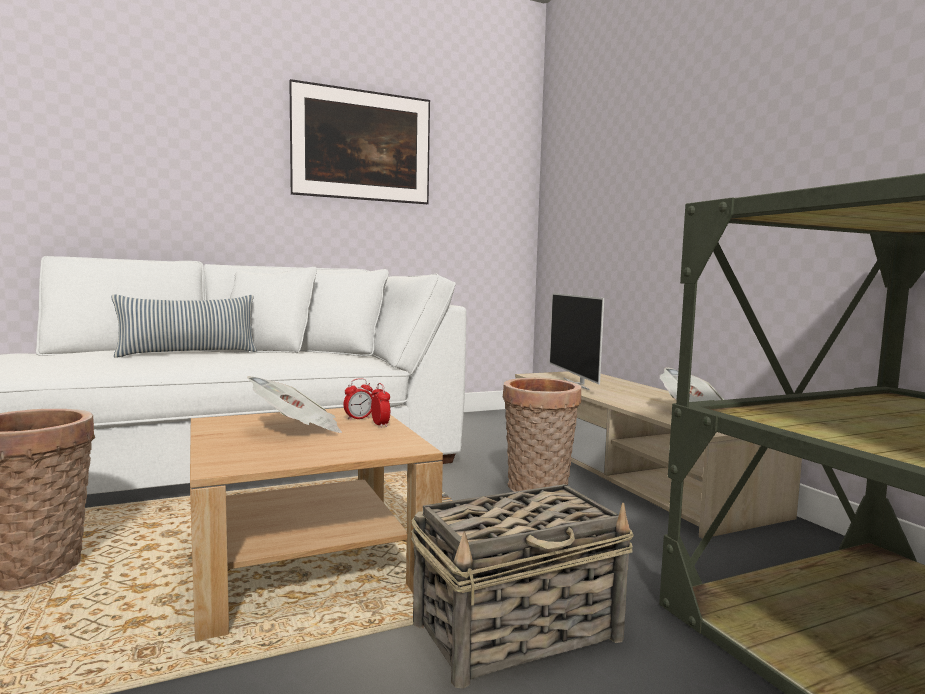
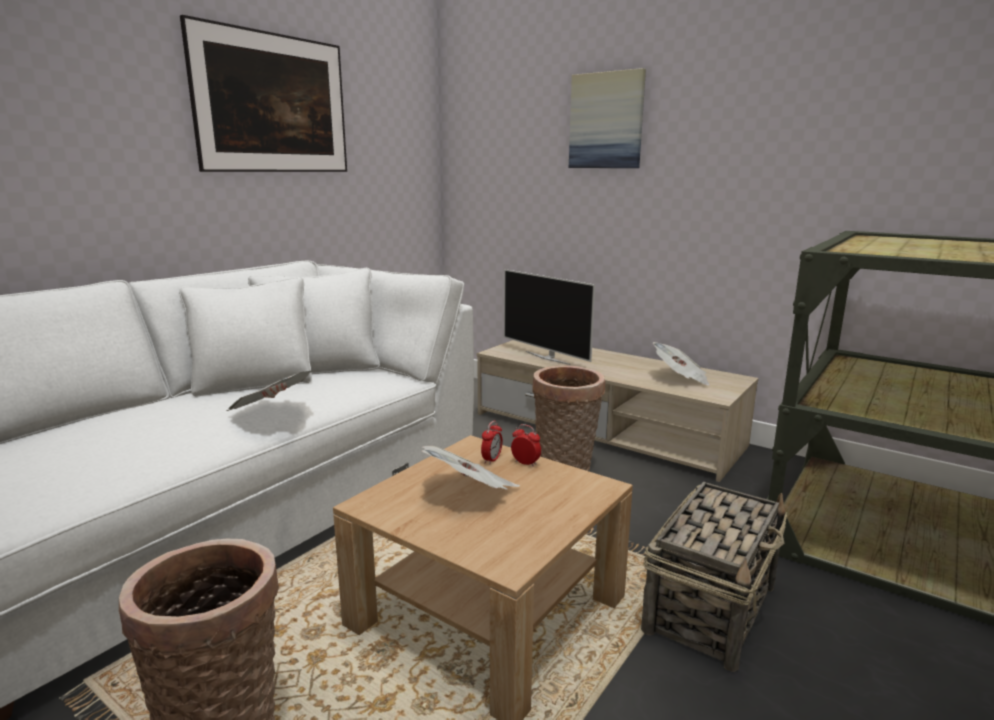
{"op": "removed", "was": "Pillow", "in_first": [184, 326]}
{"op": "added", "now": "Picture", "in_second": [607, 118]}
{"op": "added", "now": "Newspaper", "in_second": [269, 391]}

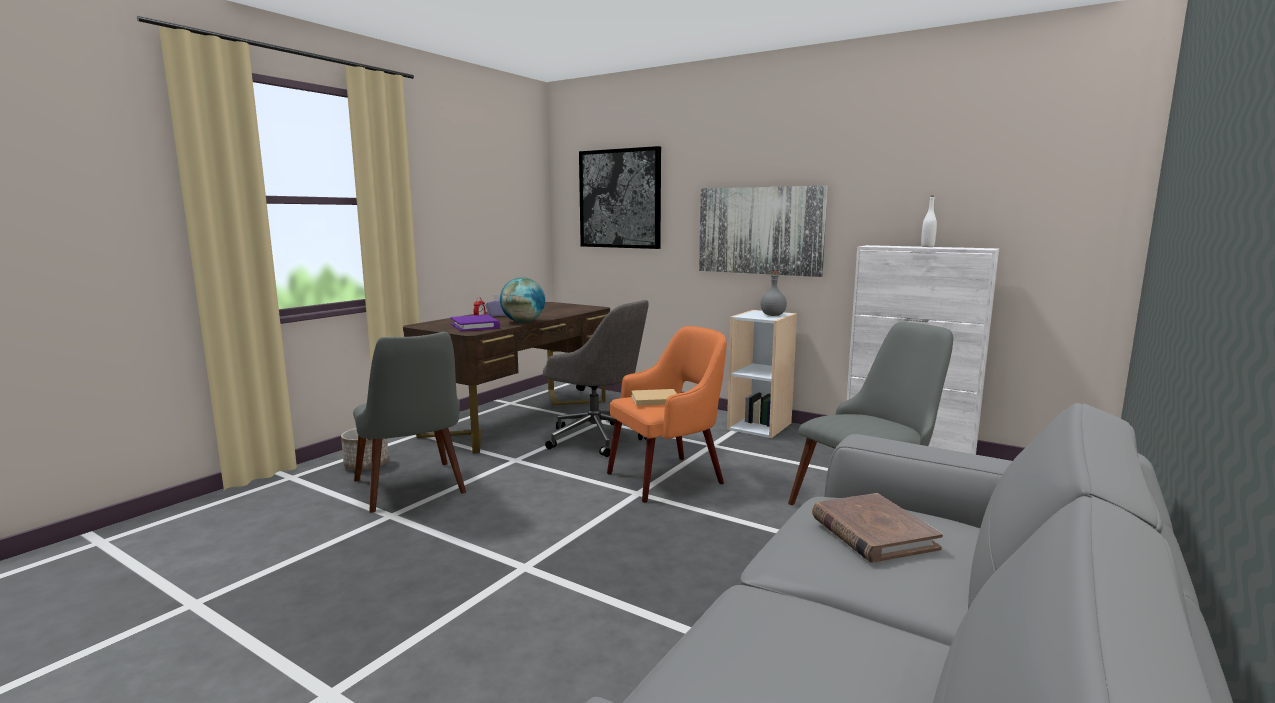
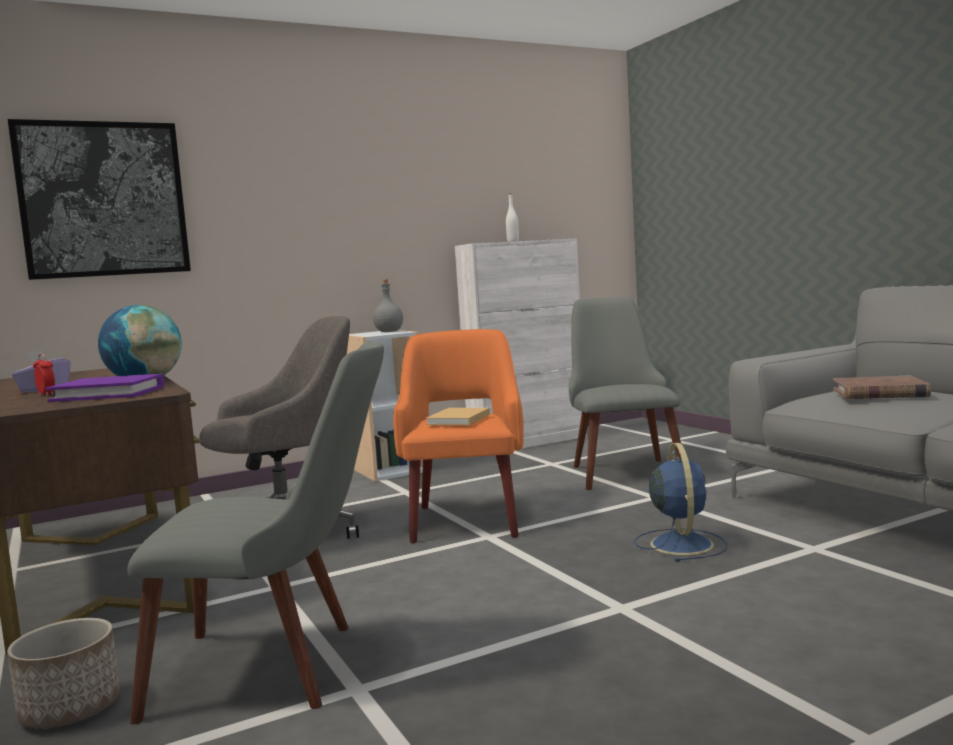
{"op": "removed", "was": "Picture", "in_first": [763, 231]}
{"op": "added", "now": "BlueFan", "in_second": [680, 502]}

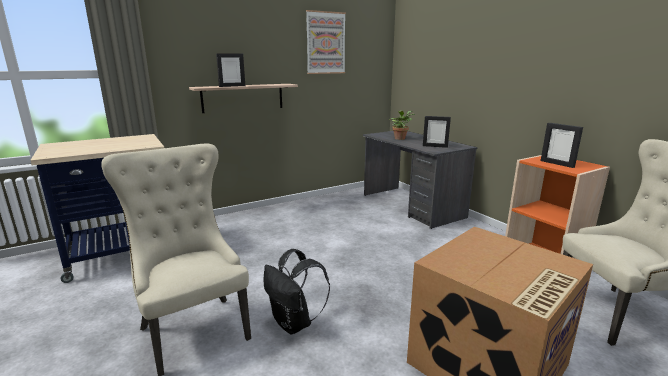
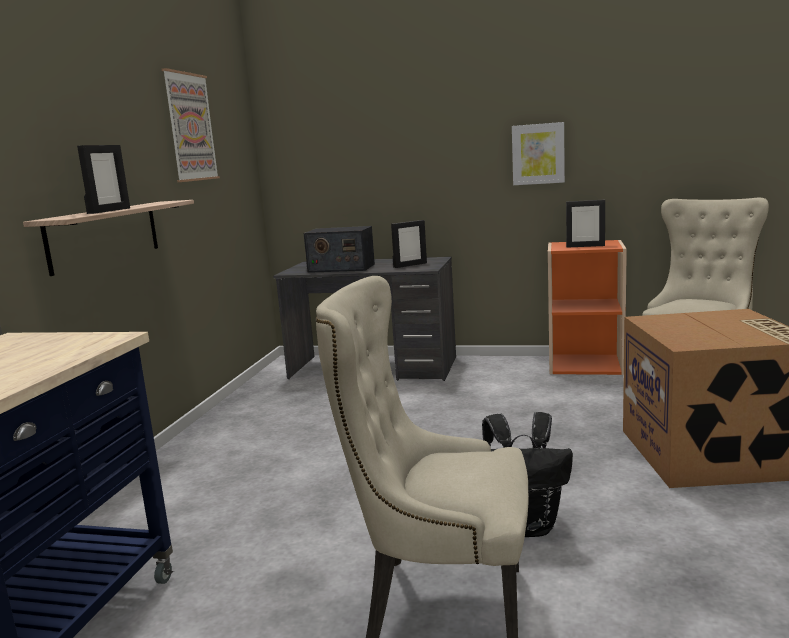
{"op": "replaced", "was": "PottedPlant", "now": "Radio", "in_first": [402, 125], "in_second": [339, 249]}
{"op": "added", "now": "Picture", "in_second": [538, 153]}

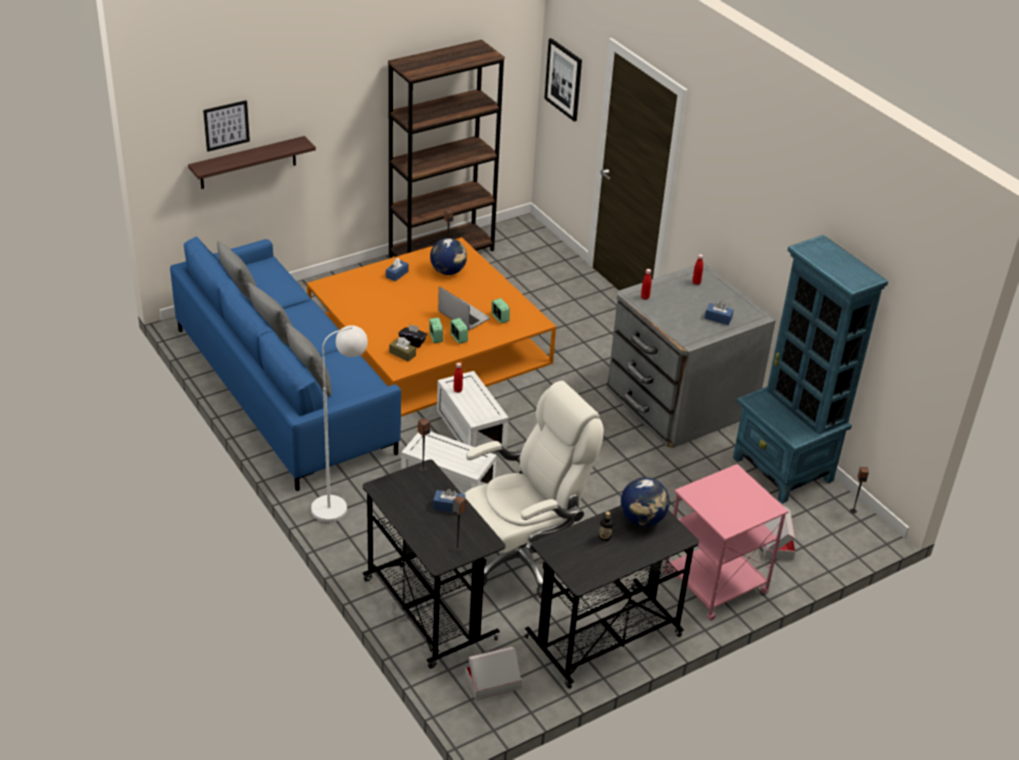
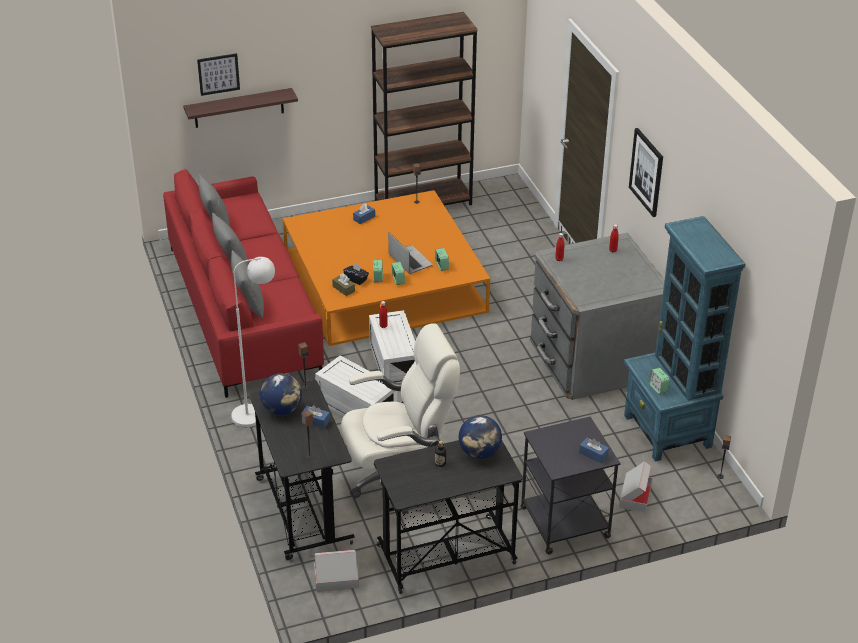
{"op": "moved", "was": "Picture", "in_first": [563, 80], "in_second": [646, 172]}
{"op": "recoloured", "was": "BlueSofa", "now": "RedSofa", "in_first": [285, 363], "in_second": [243, 283]}
{"op": "moved", "was": "Globe", "in_first": [448, 256], "in_second": [281, 394]}
{"op": "moved", "was": "BlueTissueBox", "in_first": [719, 313], "in_second": [594, 450]}
{"op": "recoloured", "was": "PinkCart", "now": "BlackCart", "in_first": [726, 542], "in_second": [570, 486]}
{"op": "added", "now": "AlarmClock", "in_second": [659, 381]}

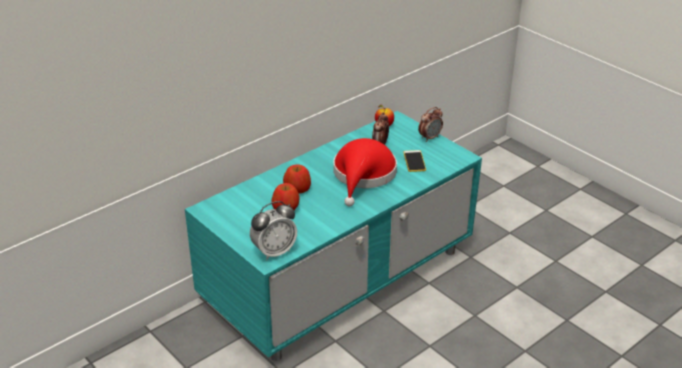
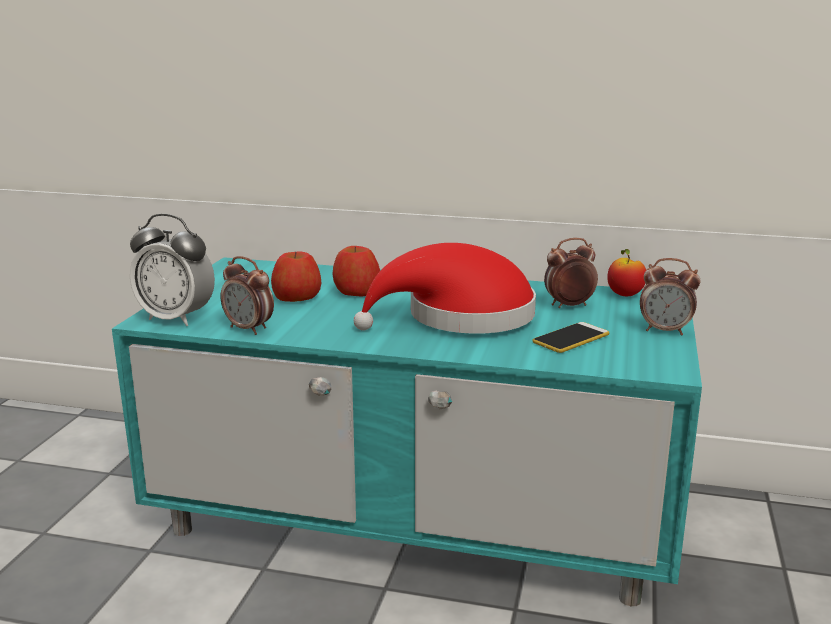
{"op": "added", "now": "AlarmClock", "in_second": [247, 295]}

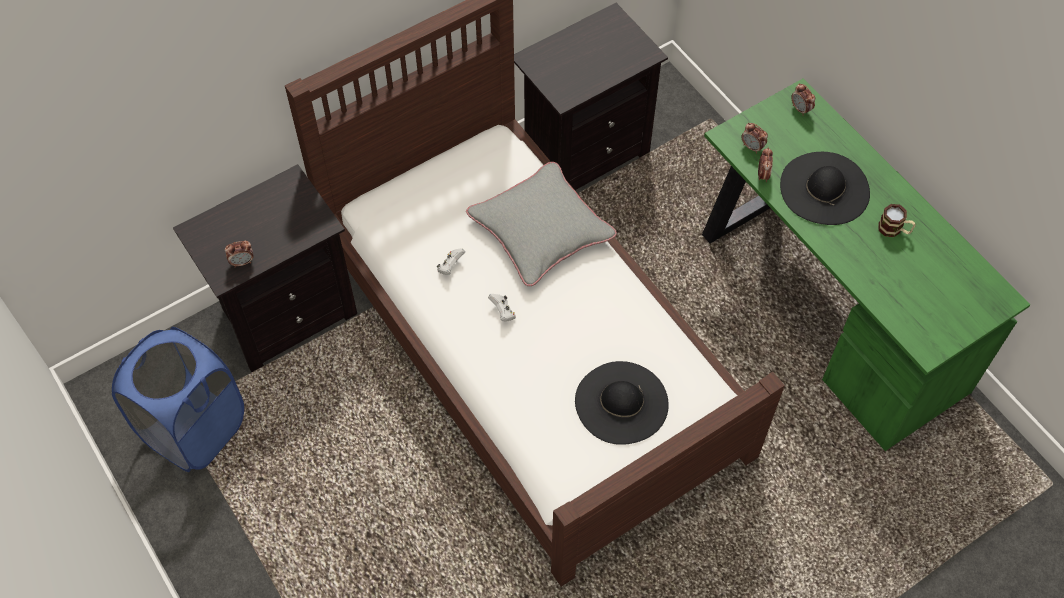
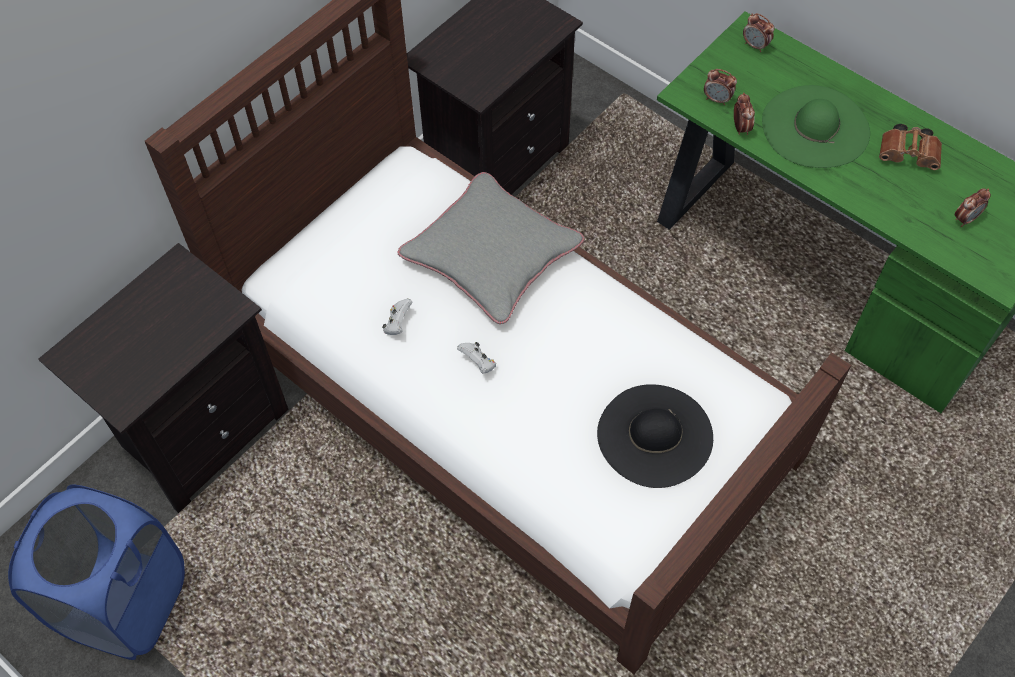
{"op": "recoloured", "was": "BlackHat", "now": "GreenHat", "in_first": [825, 188], "in_second": [816, 126]}
{"op": "replaced", "was": "Mug", "now": "BrownBinoculars", "in_first": [896, 220], "in_second": [910, 147]}
{"op": "moved", "was": "AlarmClock", "in_first": [239, 254], "in_second": [973, 208]}

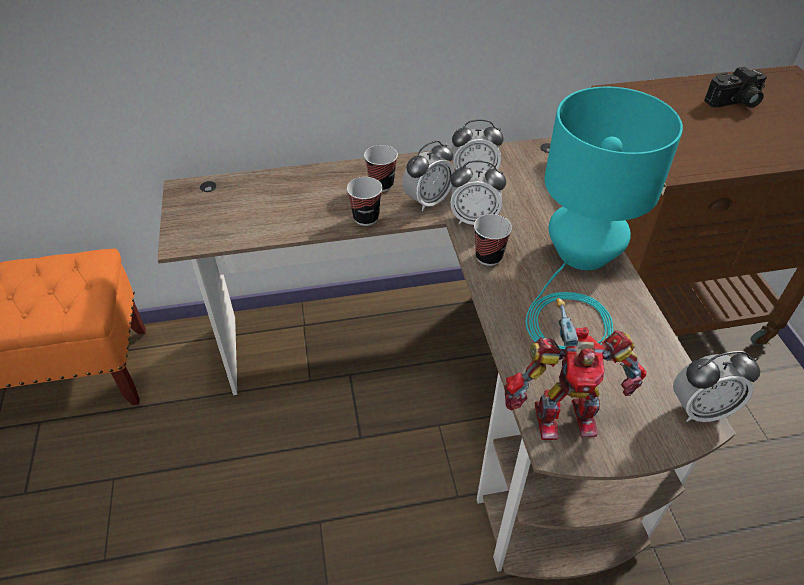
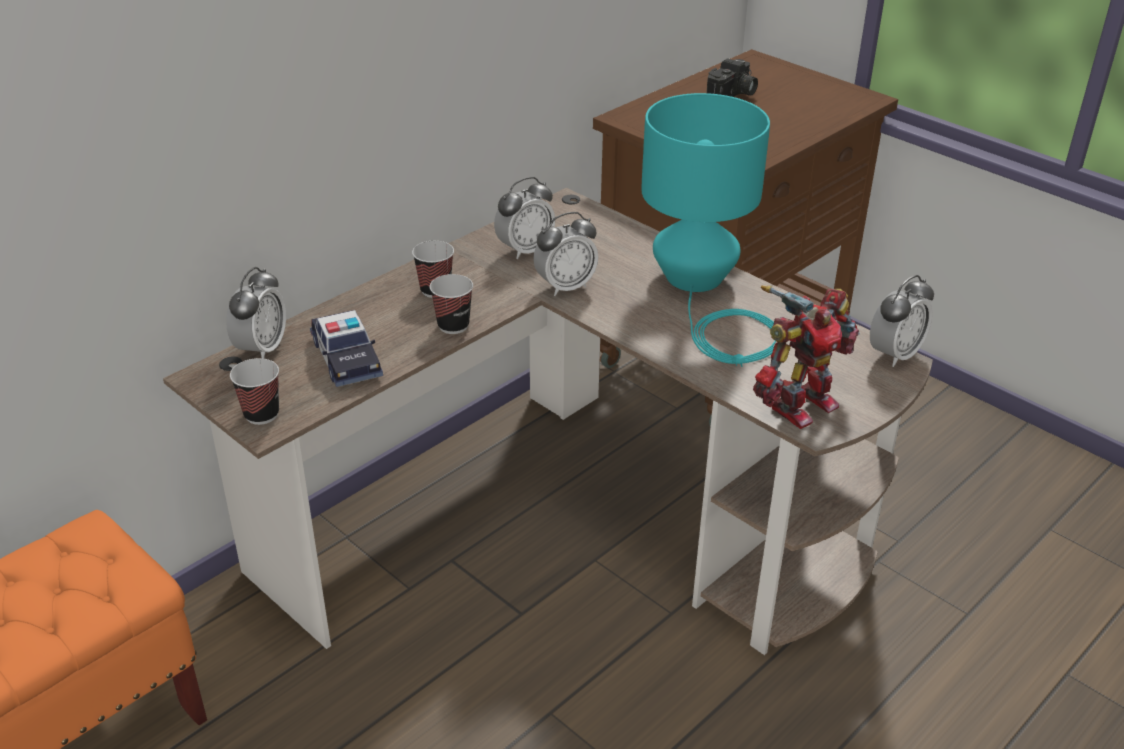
{"op": "moved", "was": "AlarmClock", "in_first": [428, 176], "in_second": [256, 313]}
{"op": "moved", "was": "Cup", "in_first": [493, 240], "in_second": [254, 391]}
{"op": "added", "now": "ToyCar", "in_second": [346, 348]}

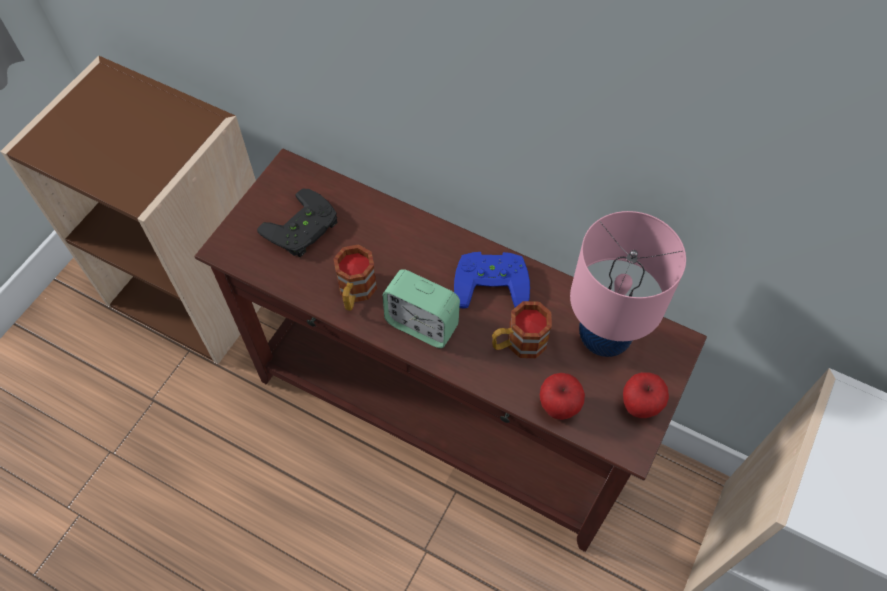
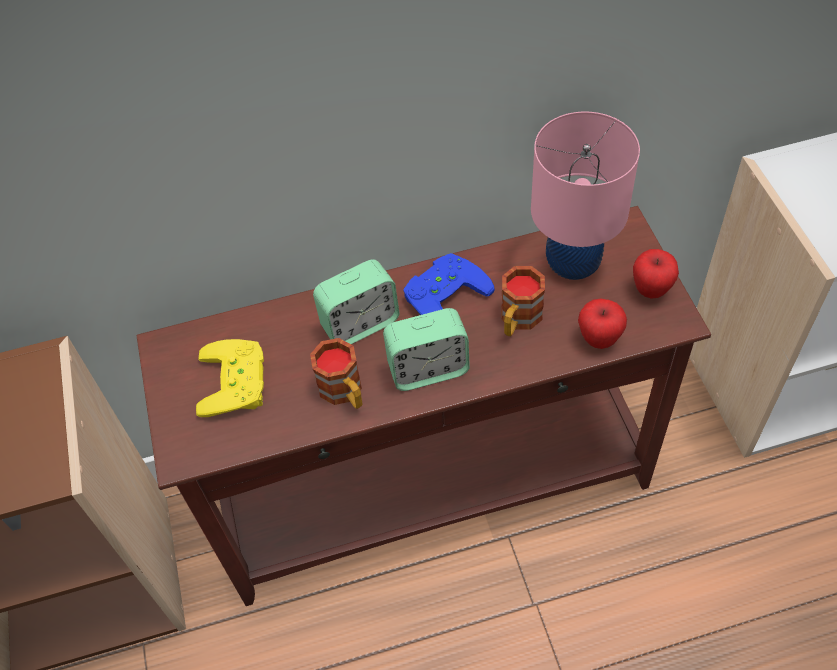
{"op": "recoloured", "was": "BlackGameController", "now": "YellowGameController", "in_first": [297, 223], "in_second": [230, 378]}
{"op": "added", "now": "AlarmClock", "in_second": [356, 301]}

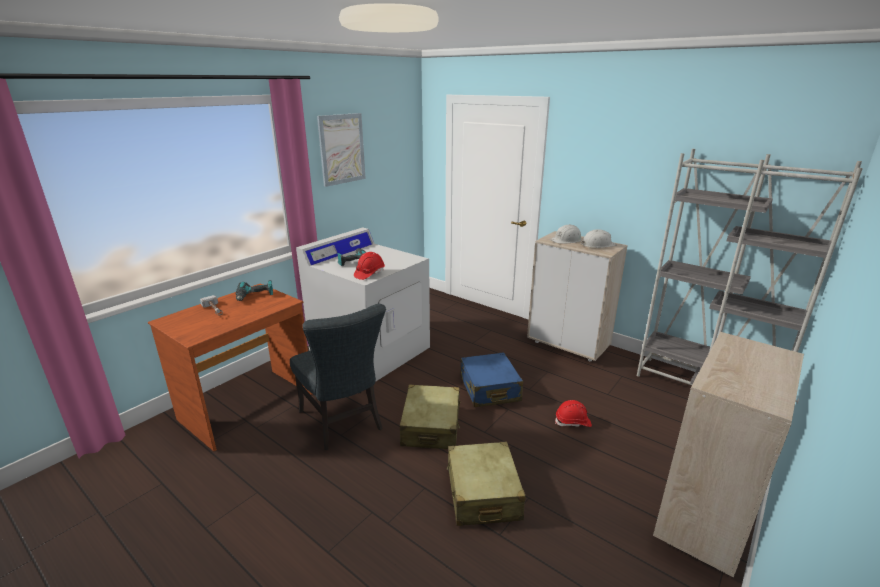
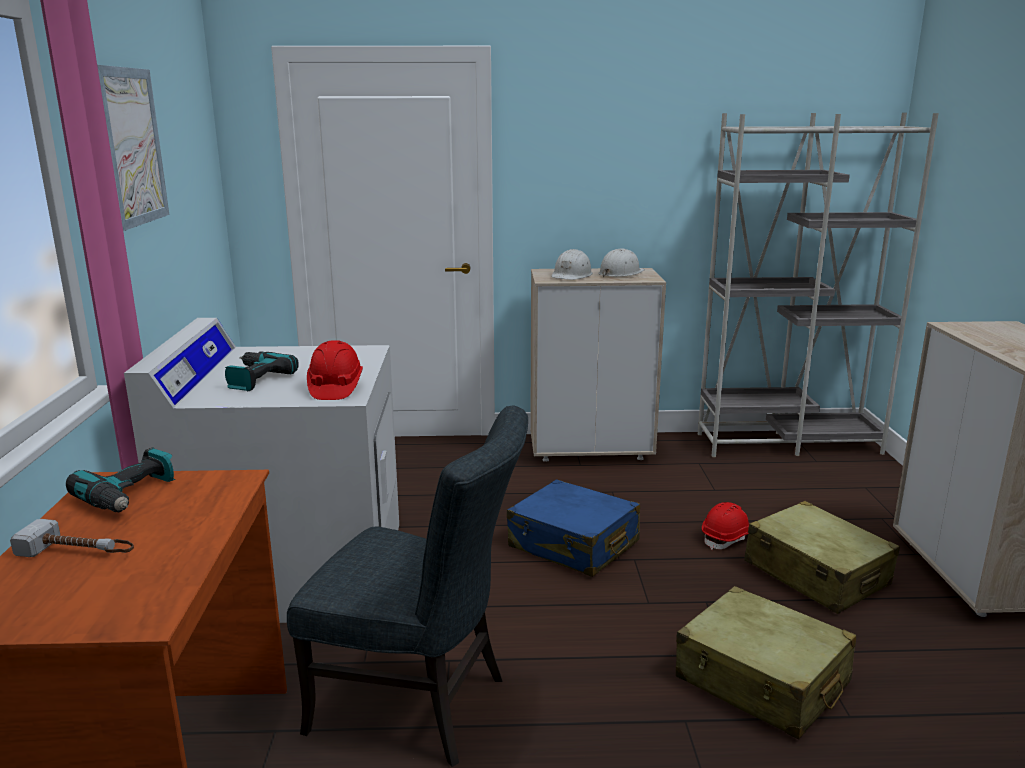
{"op": "moved", "was": "BeigeSuitcase", "in_first": [430, 417], "in_second": [822, 557]}

